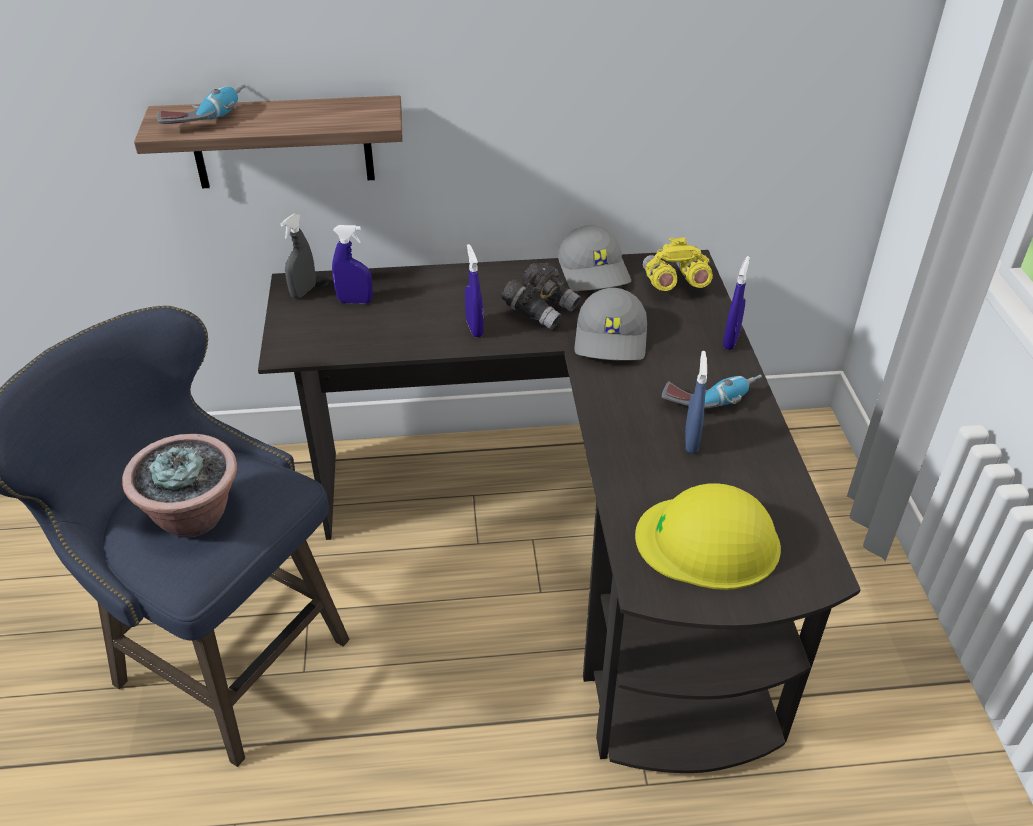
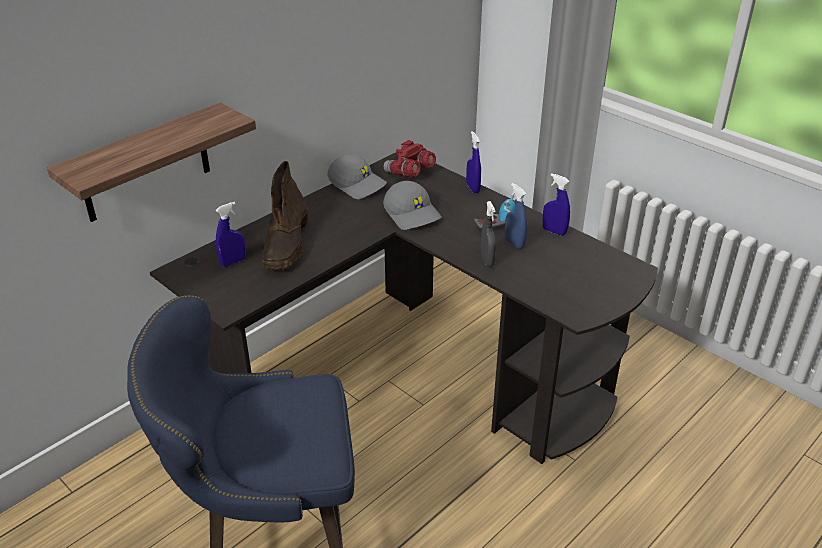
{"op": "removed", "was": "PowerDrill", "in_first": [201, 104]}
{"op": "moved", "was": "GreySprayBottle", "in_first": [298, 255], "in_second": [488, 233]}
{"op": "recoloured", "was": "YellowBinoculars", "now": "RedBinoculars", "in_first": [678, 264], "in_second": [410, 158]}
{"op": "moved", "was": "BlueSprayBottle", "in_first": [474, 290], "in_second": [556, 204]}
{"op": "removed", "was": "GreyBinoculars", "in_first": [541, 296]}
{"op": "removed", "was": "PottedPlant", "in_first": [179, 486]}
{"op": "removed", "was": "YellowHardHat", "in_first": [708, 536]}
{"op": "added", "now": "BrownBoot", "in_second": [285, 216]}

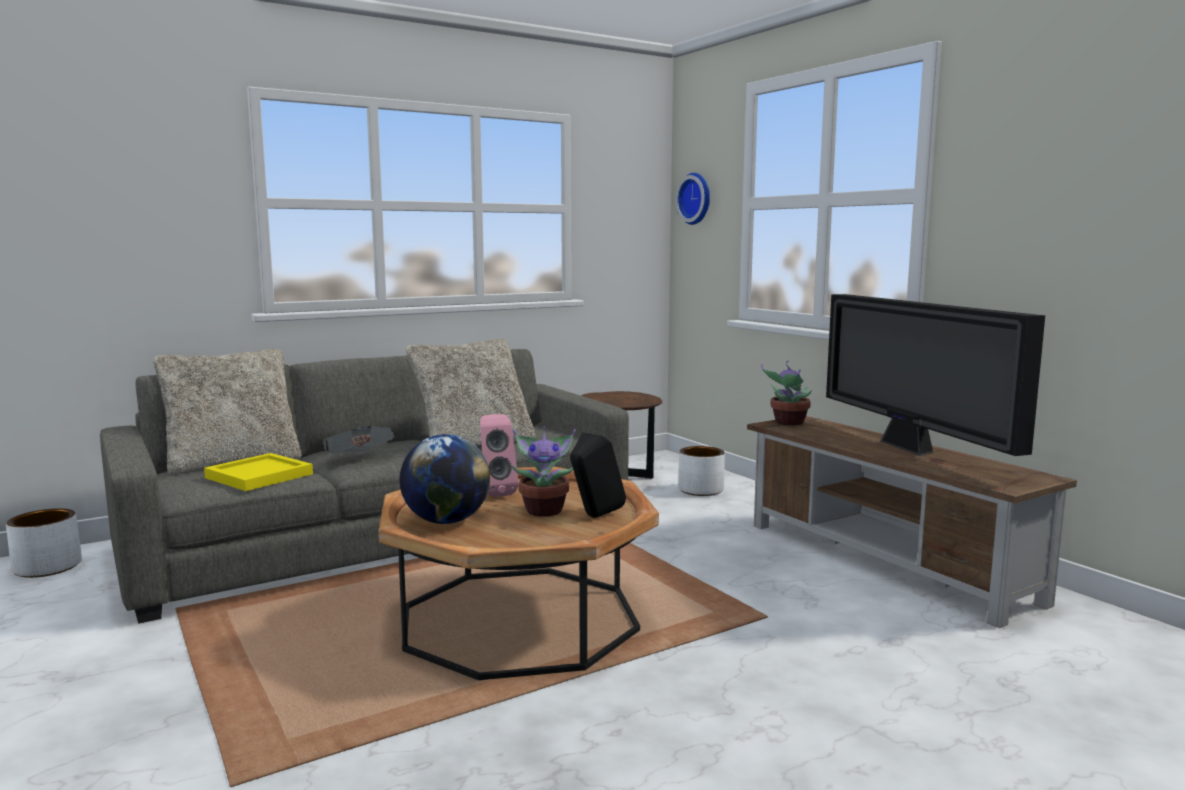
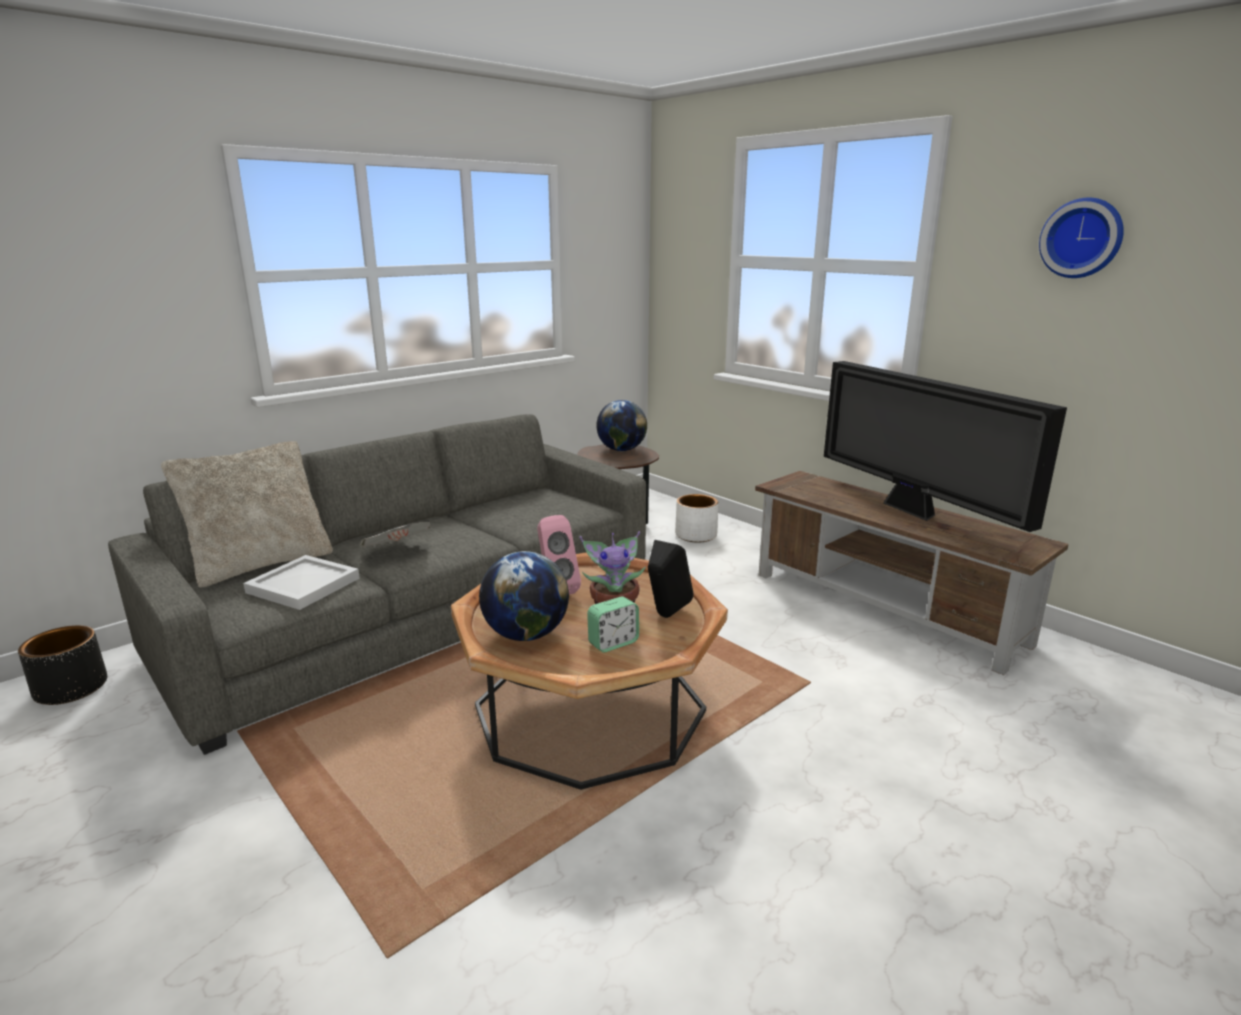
{"op": "moved", "was": "WallClock", "in_first": [692, 199], "in_second": [1081, 238]}
{"op": "removed", "was": "BeigePillow", "in_first": [470, 392]}
{"op": "removed", "was": "PottedPlant", "in_first": [786, 393]}
{"op": "recoloured", "was": "YellowTray", "now": "WhiteTray", "in_first": [258, 472], "in_second": [301, 582]}
{"op": "recoloured", "was": "WhitePlanter", "now": "BlackPlanter", "in_first": [44, 543], "in_second": [62, 665]}
{"op": "added", "now": "Globe", "in_second": [621, 425]}
{"op": "added", "now": "AlarmClock", "in_second": [613, 624]}

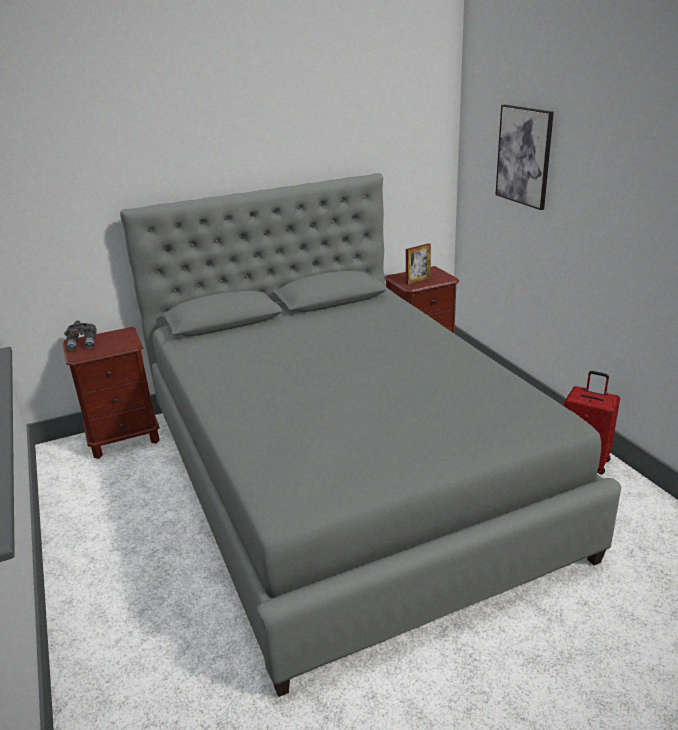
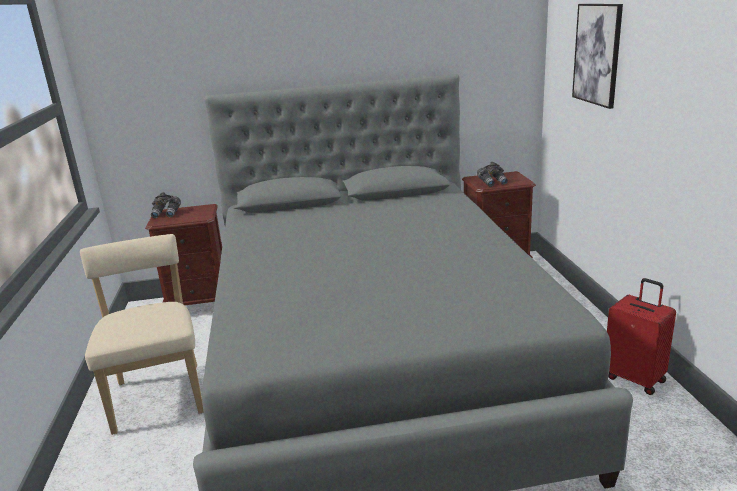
{"op": "replaced", "was": "PictureFrame", "now": "GreyBinoculars", "in_first": [418, 264], "in_second": [492, 174]}
{"op": "added", "now": "BeigeChair", "in_second": [142, 334]}

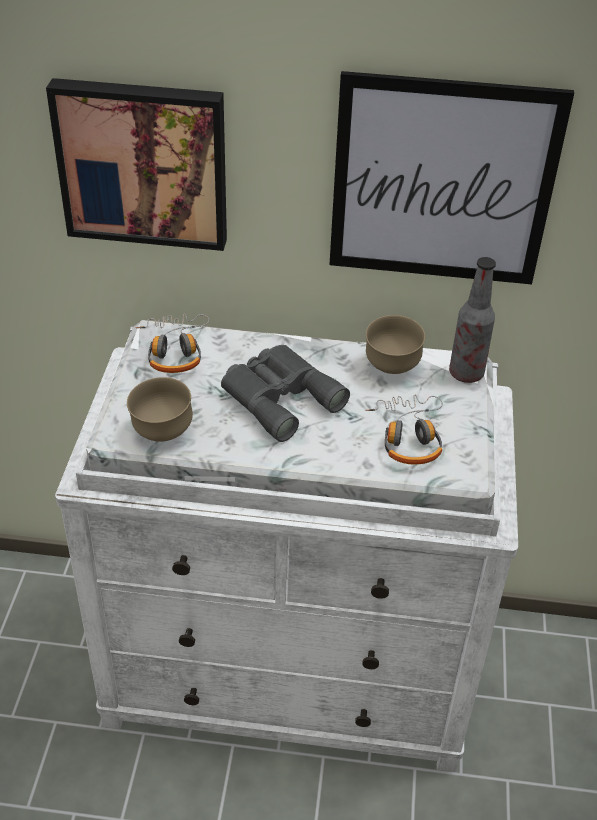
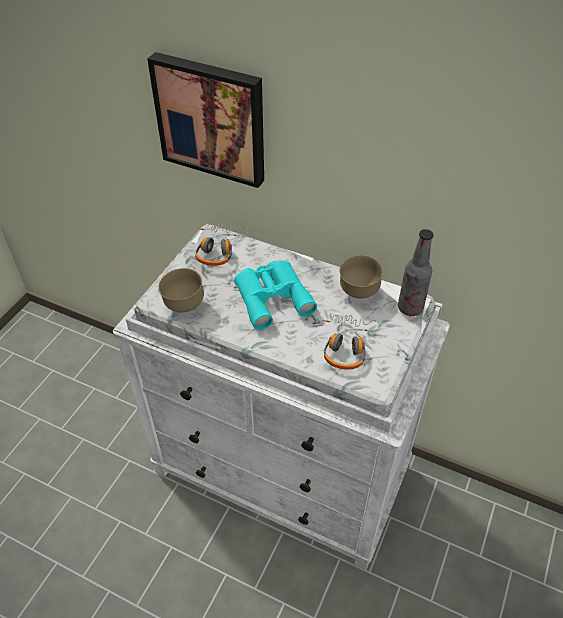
{"op": "removed", "was": "Picture", "in_first": [451, 177]}
{"op": "recoloured", "was": "GreyBinoculars", "now": "TurquoiseBinoculars", "in_first": [285, 393], "in_second": [275, 295]}

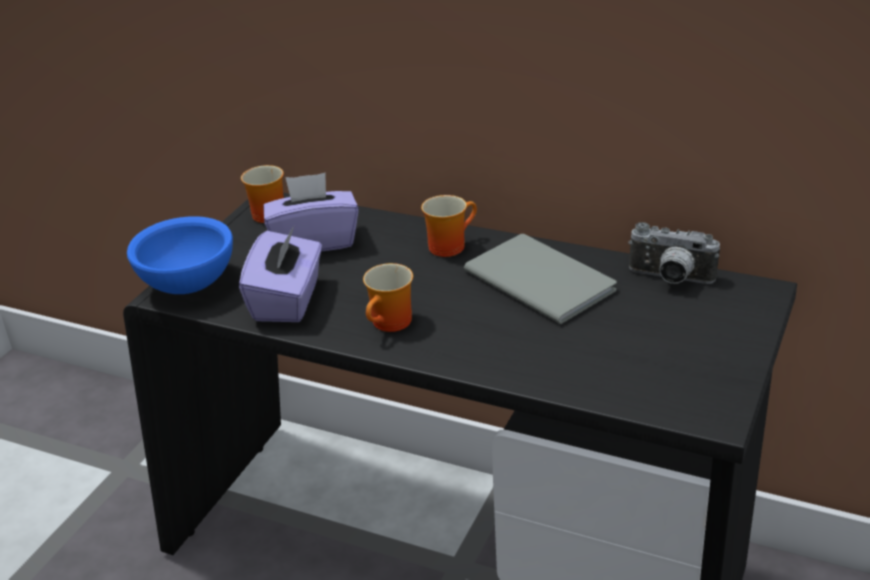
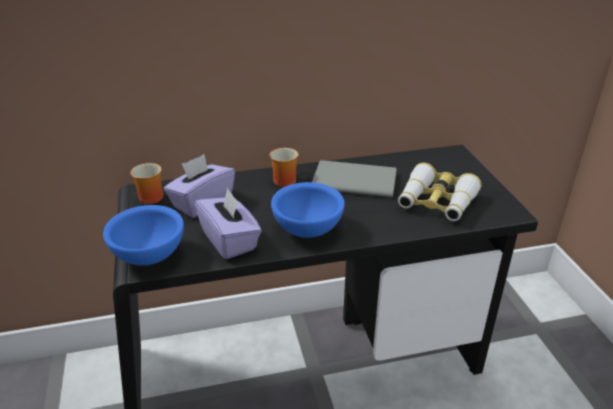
{"op": "removed", "was": "PhotoCamera", "in_first": [674, 253]}
{"op": "replaced", "was": "Mug", "now": "BlueBowl", "in_first": [388, 297], "in_second": [308, 210]}
{"op": "added", "now": "Binoculars", "in_second": [439, 192]}

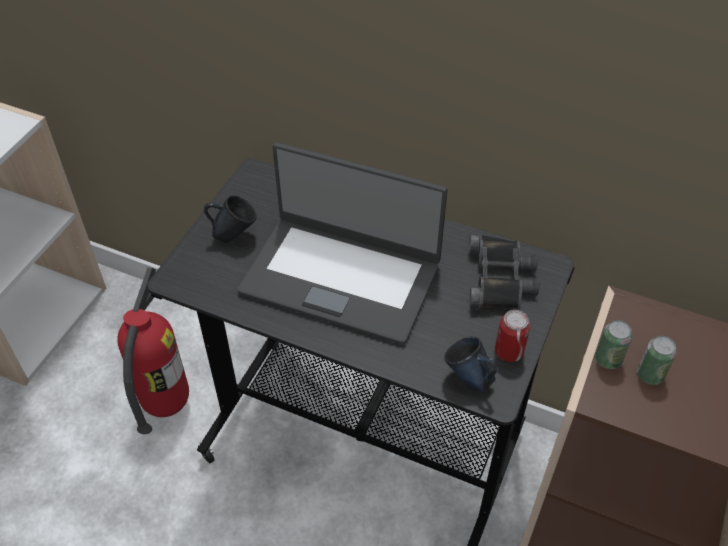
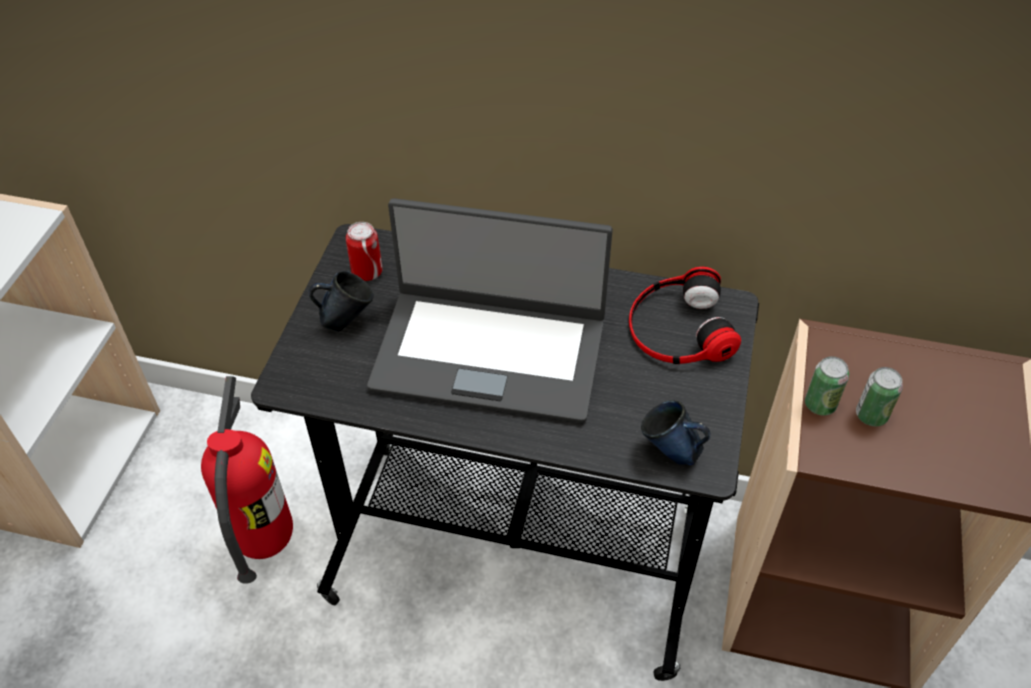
{"op": "replaced", "was": "BlackBinoculars", "now": "Headphones", "in_first": [504, 271], "in_second": [685, 315]}
{"op": "moved", "was": "Can", "in_first": [512, 336], "in_second": [364, 251]}

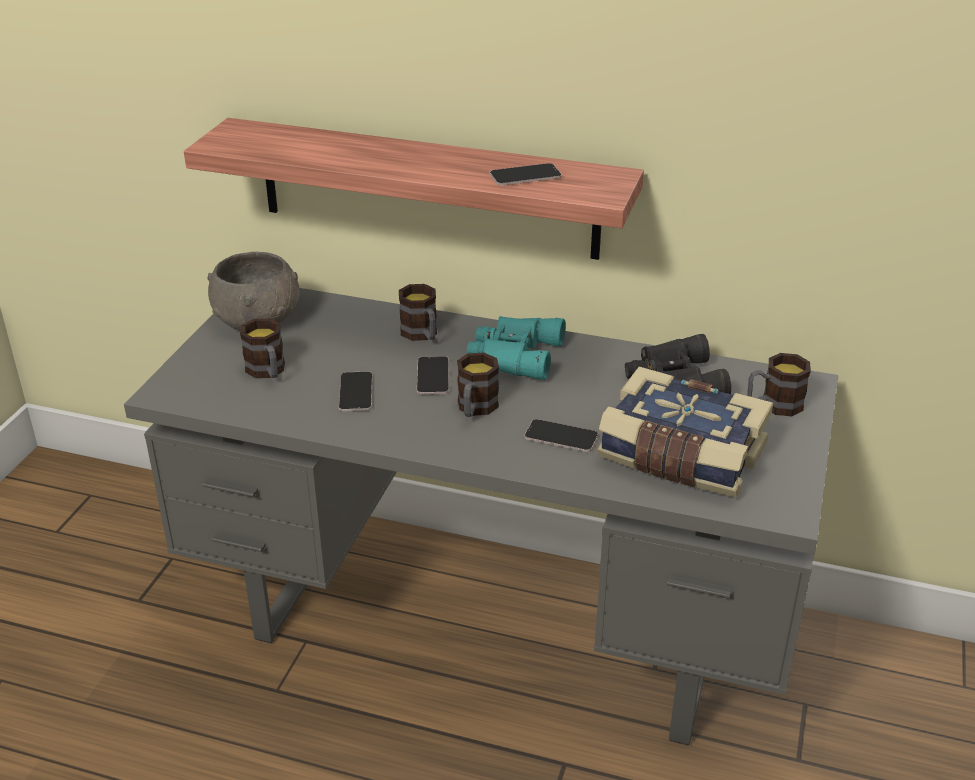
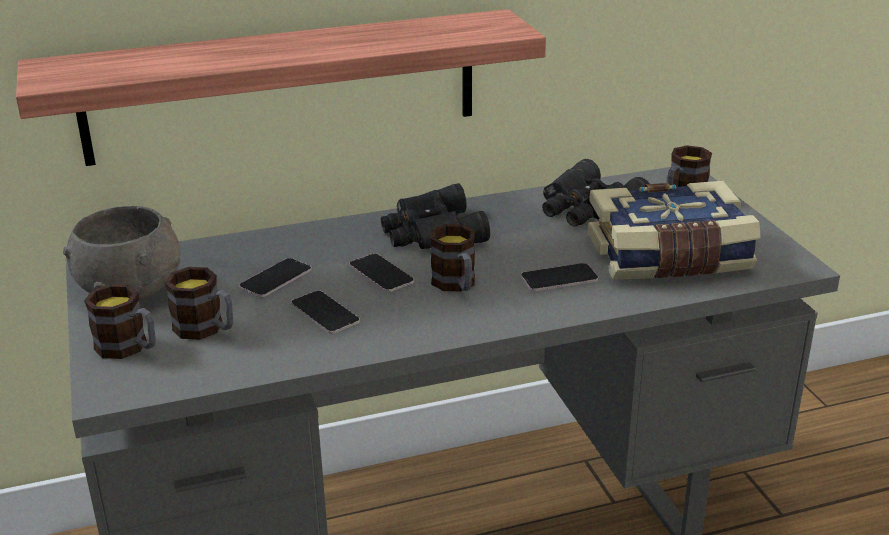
{"op": "moved", "was": "Phone", "in_first": [526, 174], "in_second": [275, 277]}
{"op": "moved", "was": "Mug", "in_first": [418, 312], "in_second": [120, 321]}
{"op": "recoloured", "was": "TurquoiseBinoculars", "now": "BlackBinoculars", "in_first": [516, 348], "in_second": [435, 216]}

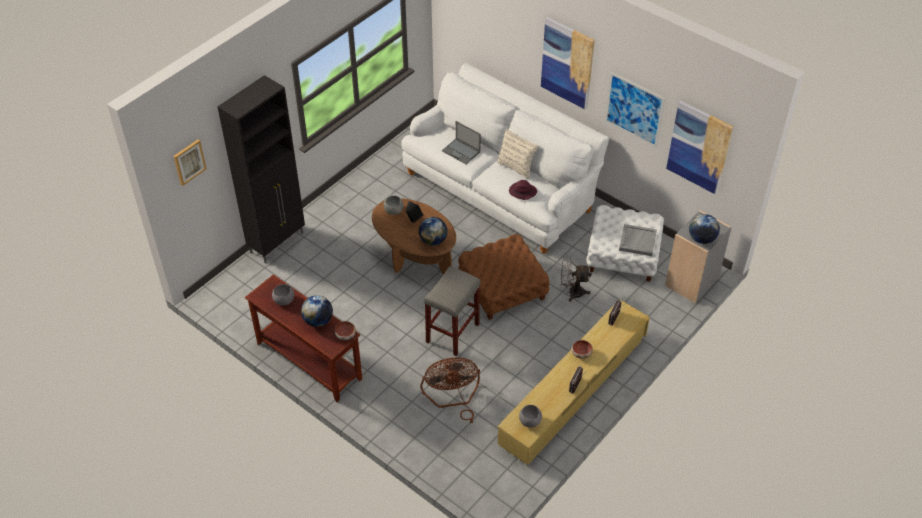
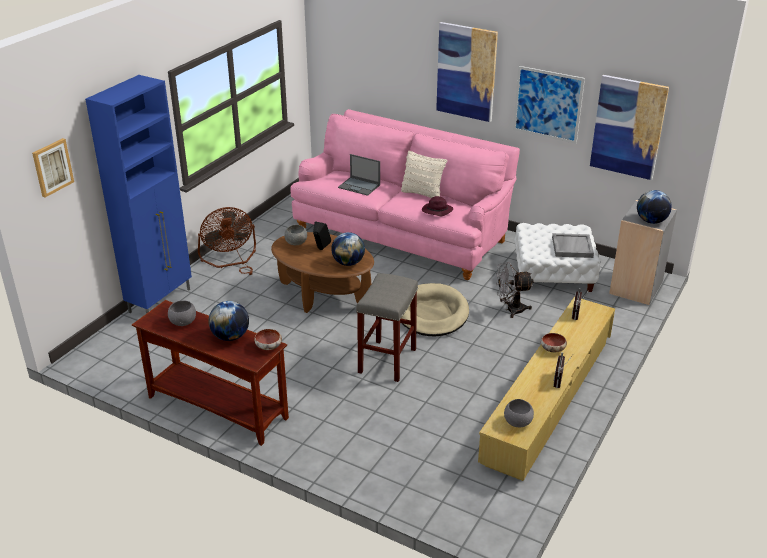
{"op": "recoloured", "was": "WhiteSofa", "now": "PinkSofa", "in_first": [505, 158], "in_second": [405, 194]}
{"op": "recoloured", "was": "BlackCabinet", "now": "BlueCabinet", "in_first": [261, 169], "in_second": [138, 194]}
{"op": "replaced", "was": "BrownOttoman", "now": "BeigeDogBed", "in_first": [504, 277], "in_second": [435, 309]}
{"op": "moved", "was": "BrownFan", "in_first": [450, 390], "in_second": [227, 241]}

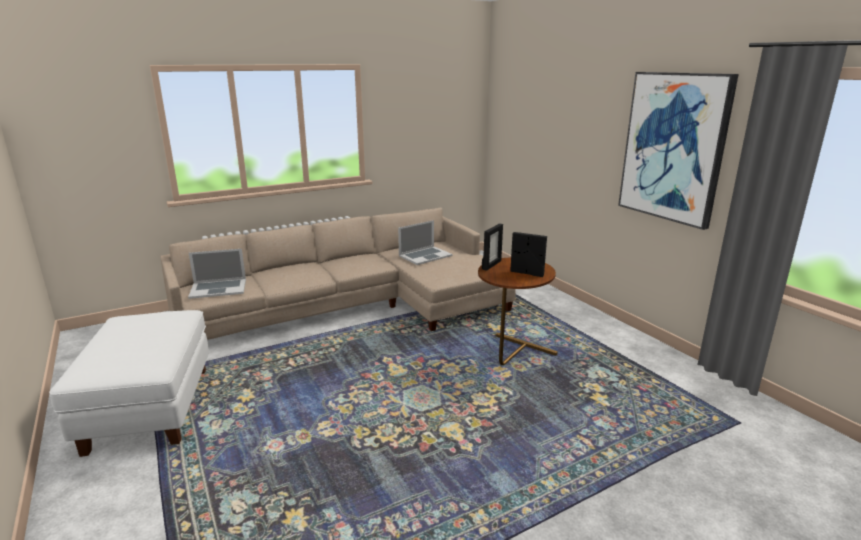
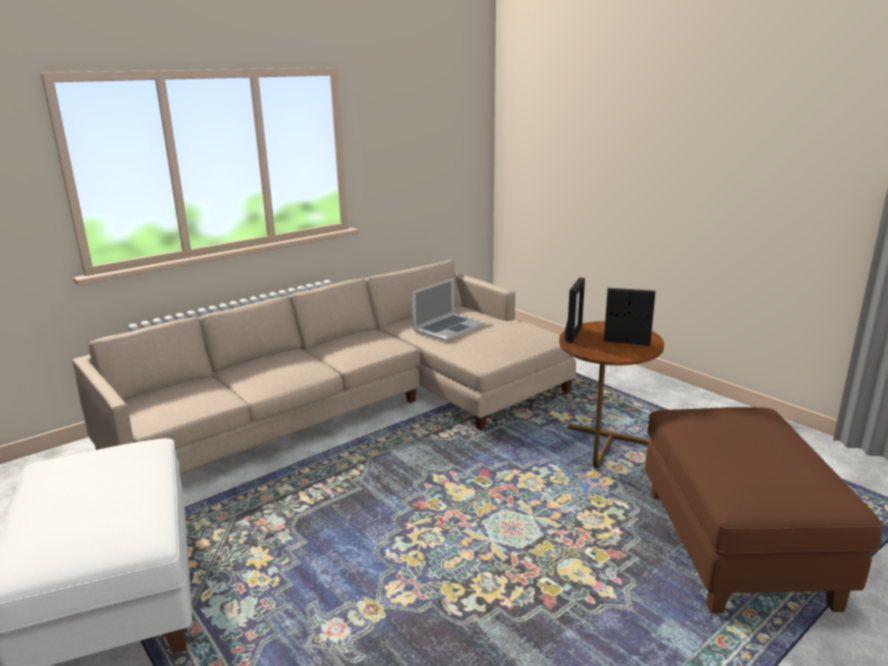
{"op": "removed", "was": "Picture", "in_first": [678, 151]}
{"op": "removed", "was": "Laptop", "in_first": [217, 274]}
{"op": "added", "now": "BrownOttoman", "in_second": [764, 510]}

